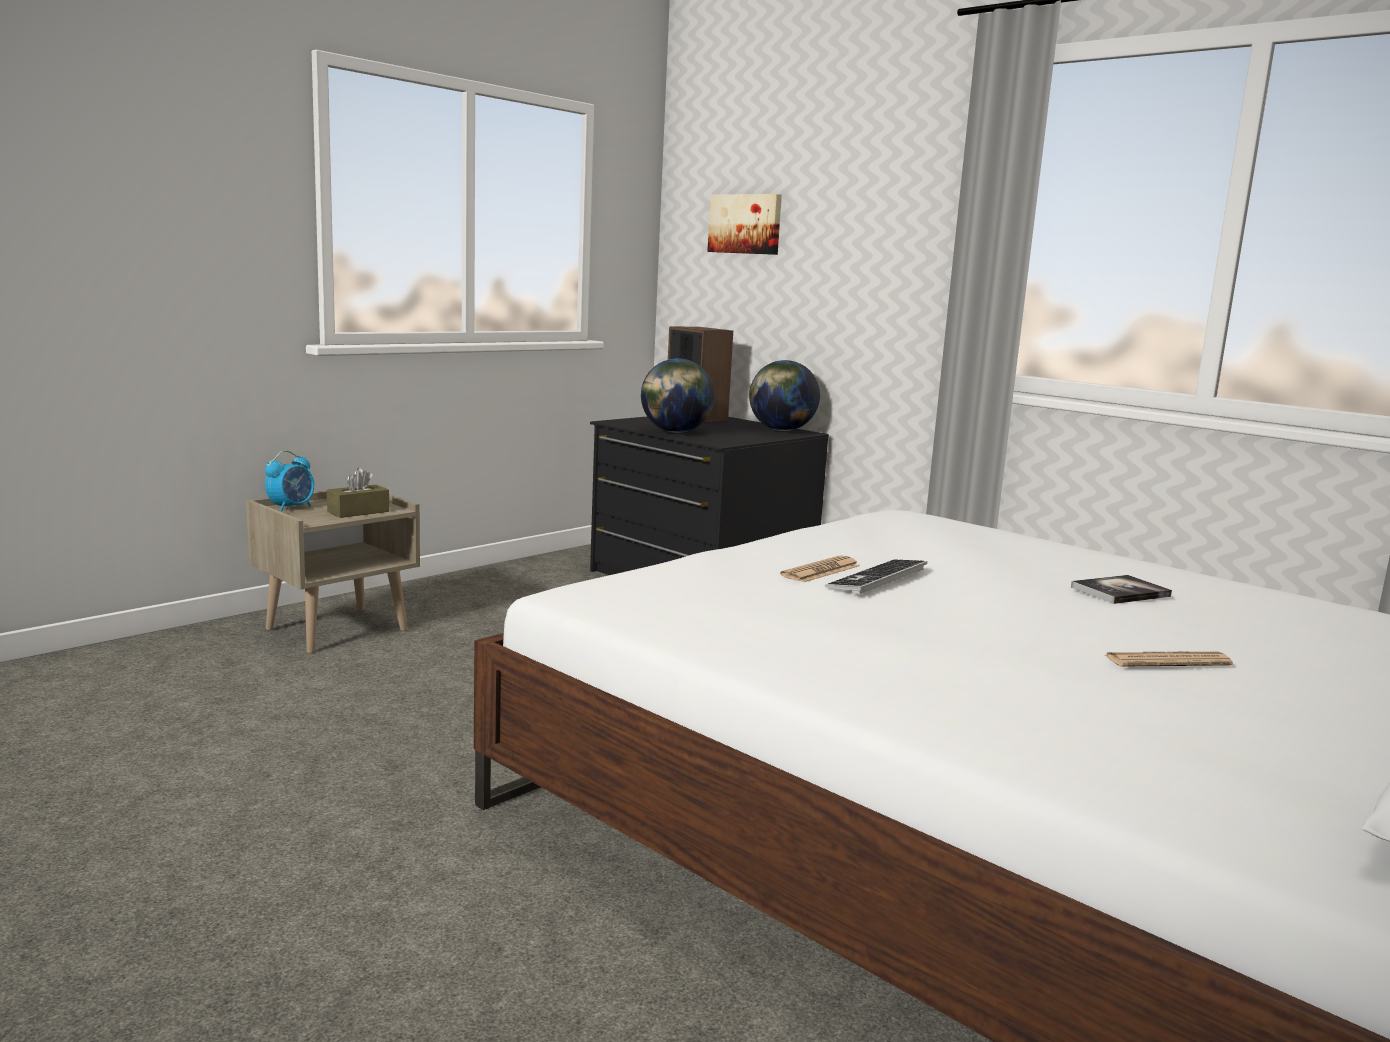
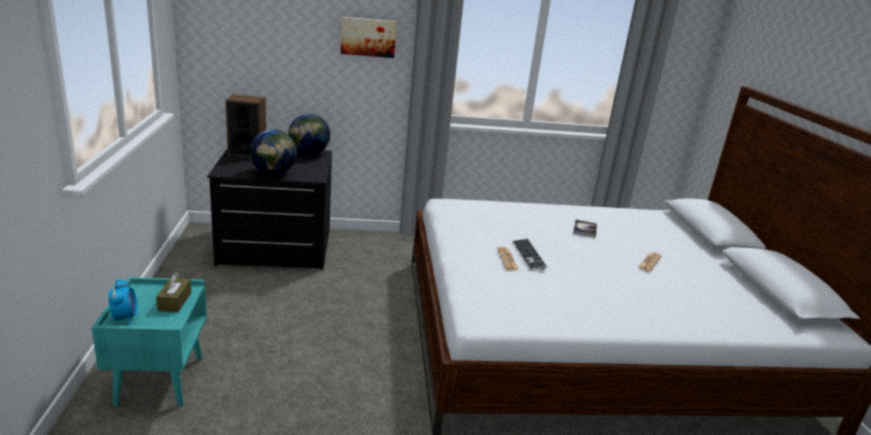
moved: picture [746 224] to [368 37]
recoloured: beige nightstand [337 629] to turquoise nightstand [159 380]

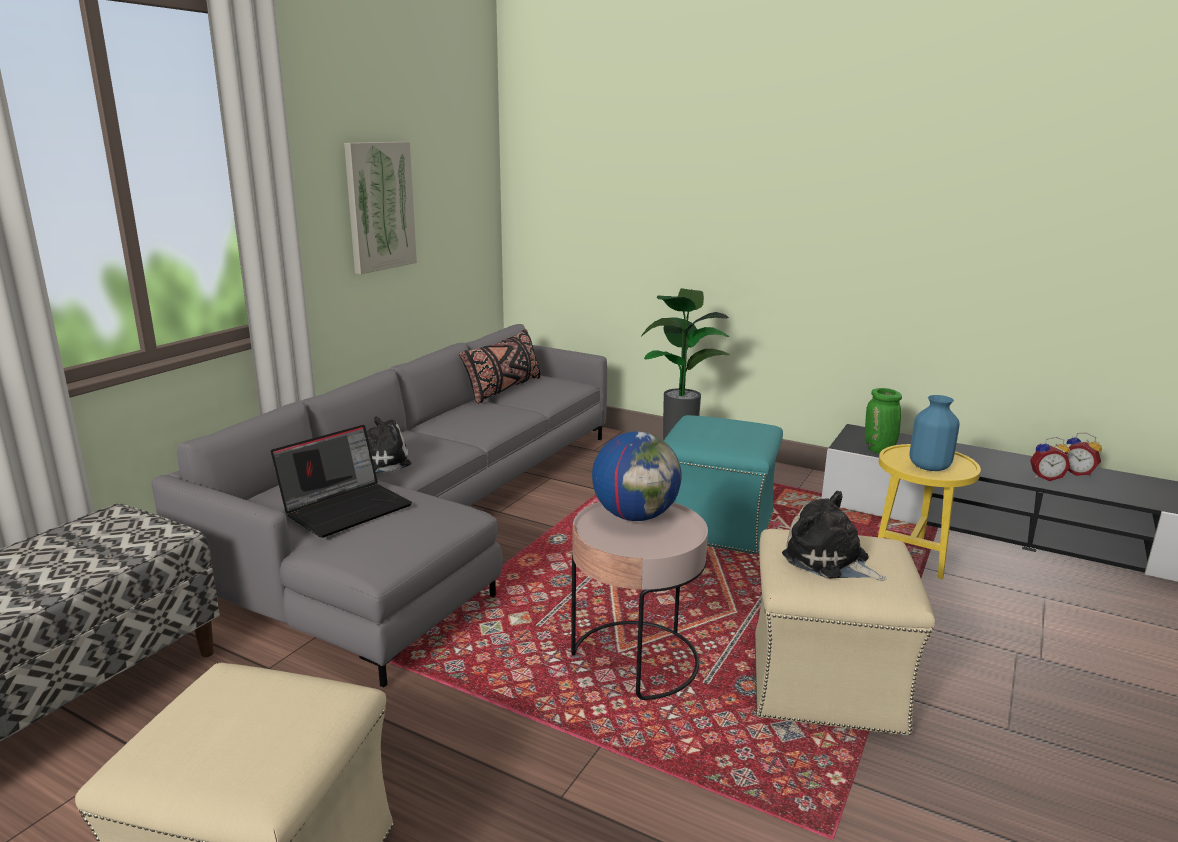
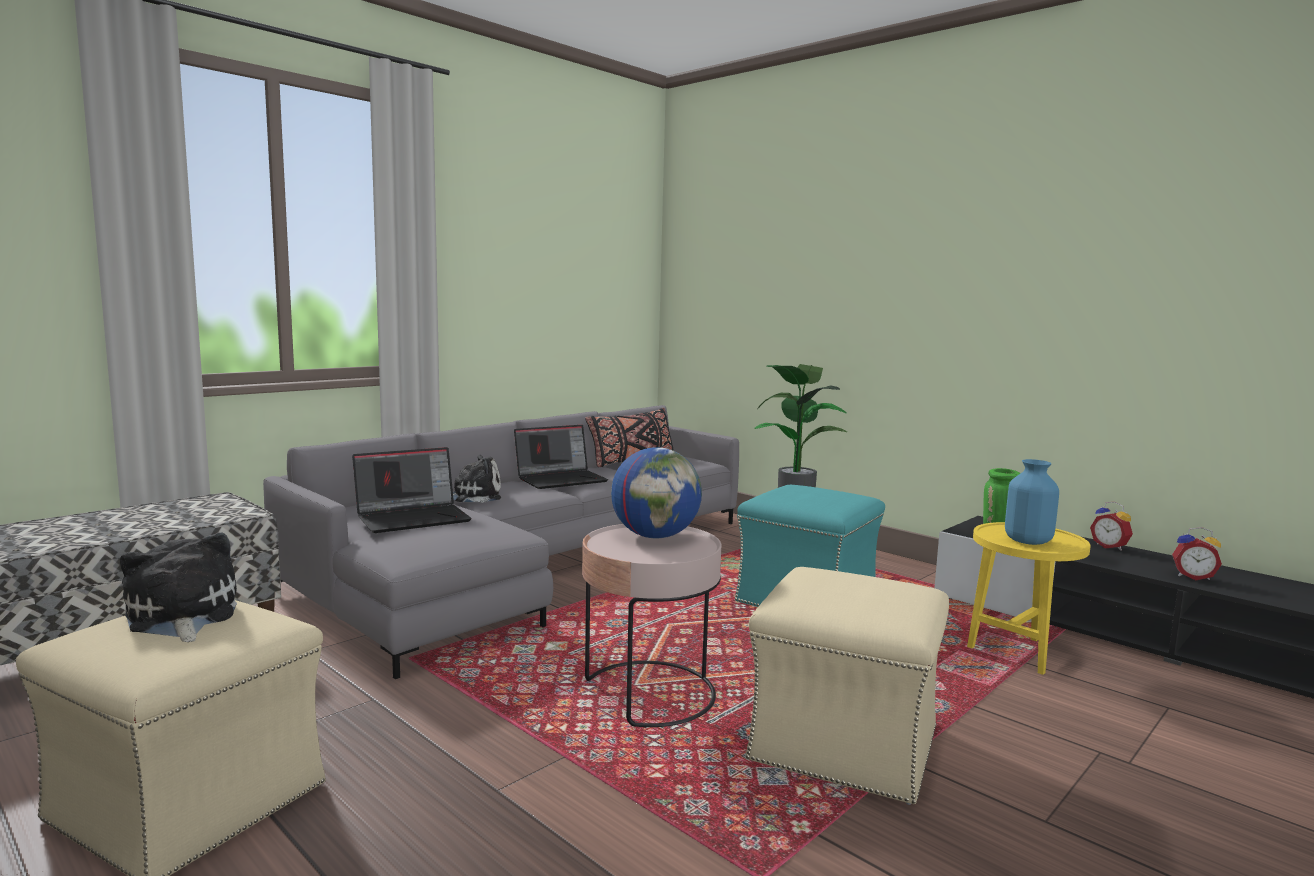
removed: picture [379 206]
added: laptop [561 479]
moved: plush toy [829 560] to [181 617]; alarm clock [1078 473] to [1110 547]

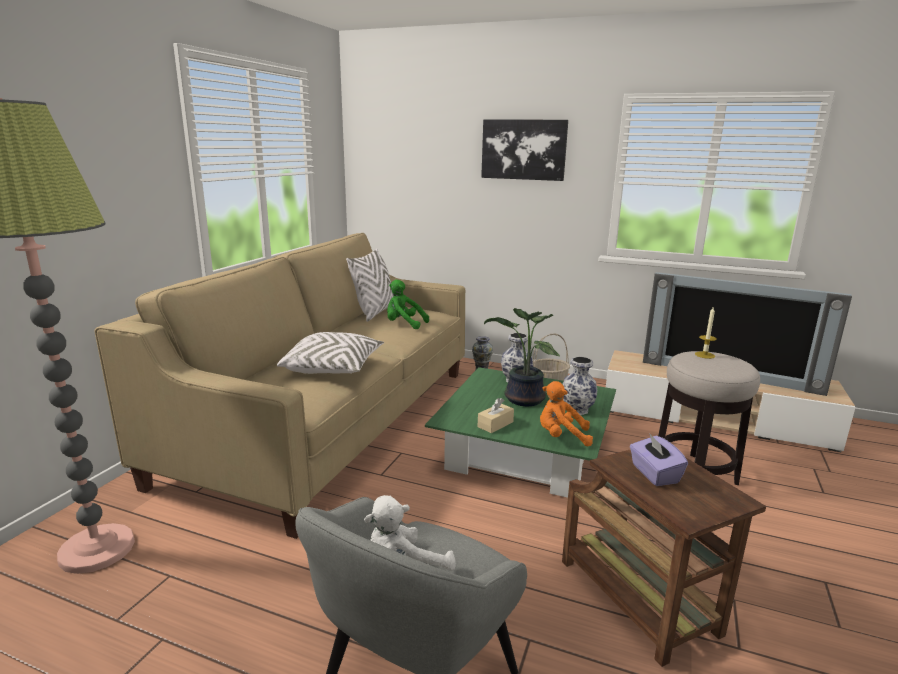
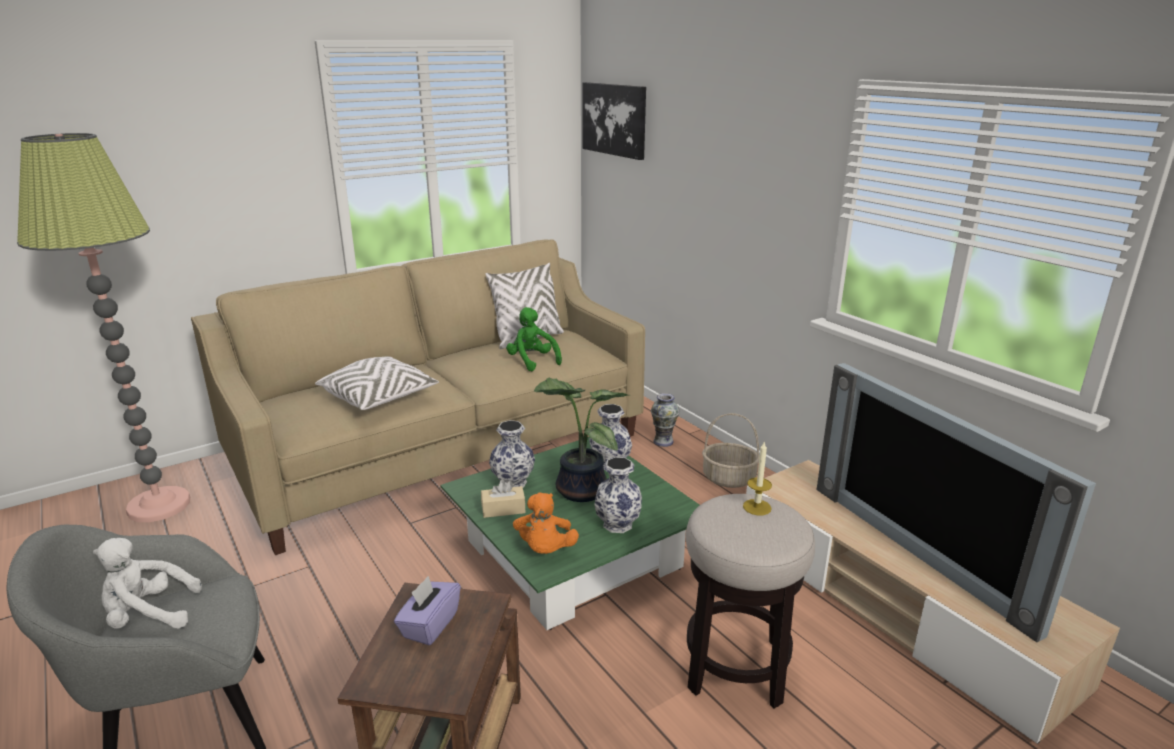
added: vase [513 483]
moved: picture [523 149] to [614 119]
turned: orange plush toy [561 437] = [545 550] 135 degrees counterclockwise

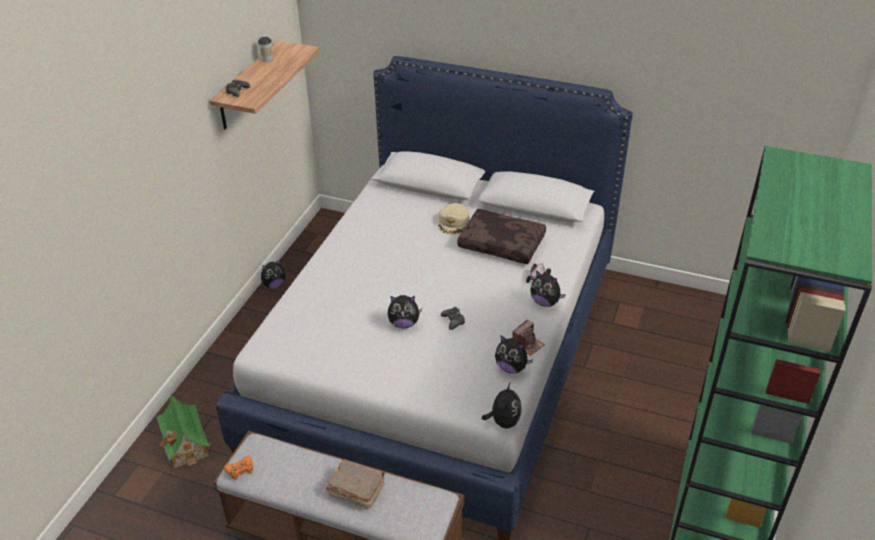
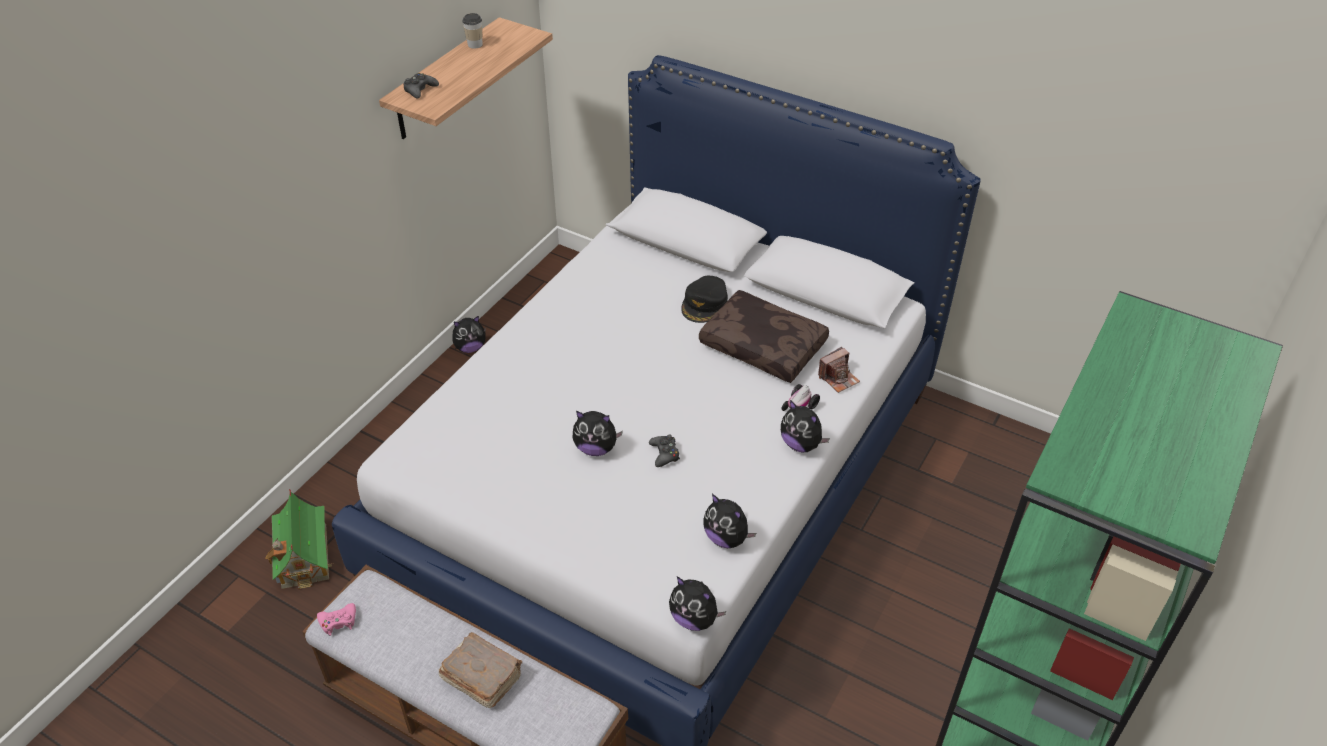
moved: photo camera [528 344] to [838 378]
recoloured: orange game controller [240 470] to pink game controller [338 622]; beige cap [453 222] to black cap [704 304]
turned: plush toy [503 421] = [694 618] 105 degrees clockwise

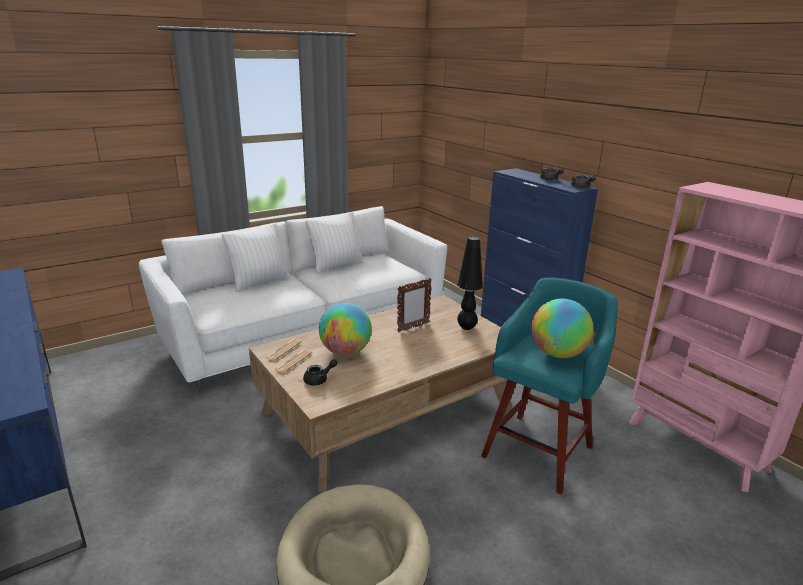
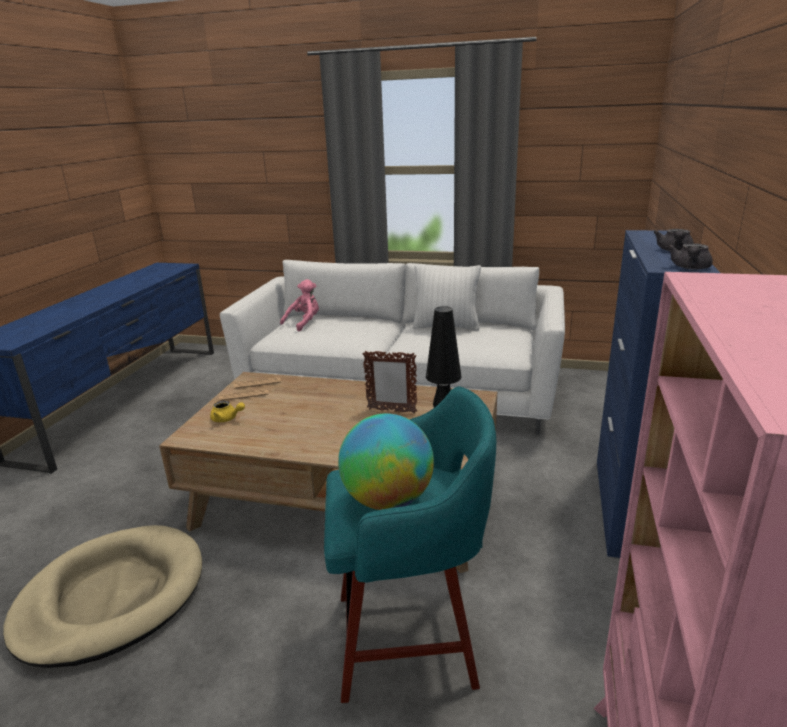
removed: white pillow [259 282]; globe [345 352]
added: pink plush toy [304 323]
recoloured: black teapot [319 380] to yellow teapot [227 419]

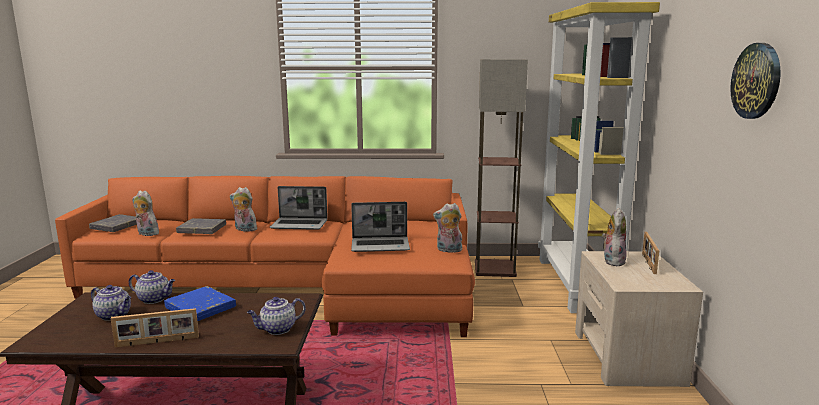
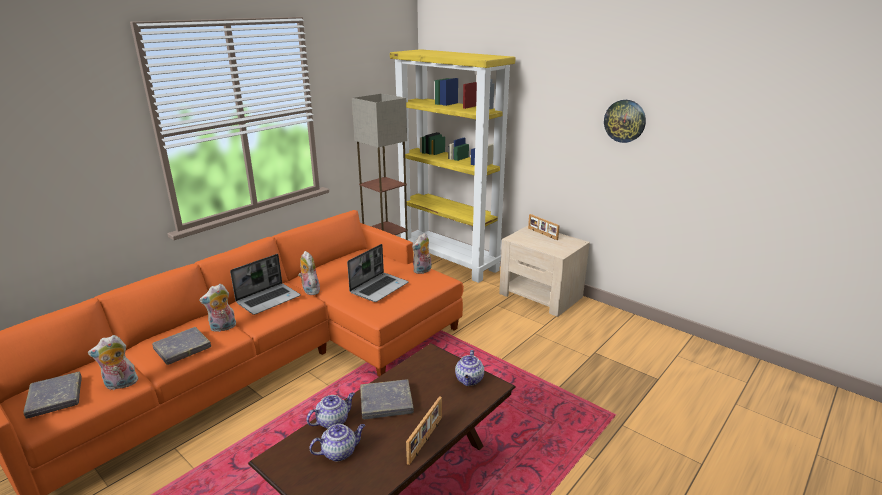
moved: plush toy [612 261] to [309 290]
recoloured: blue book [200 308] to grey book [386 402]

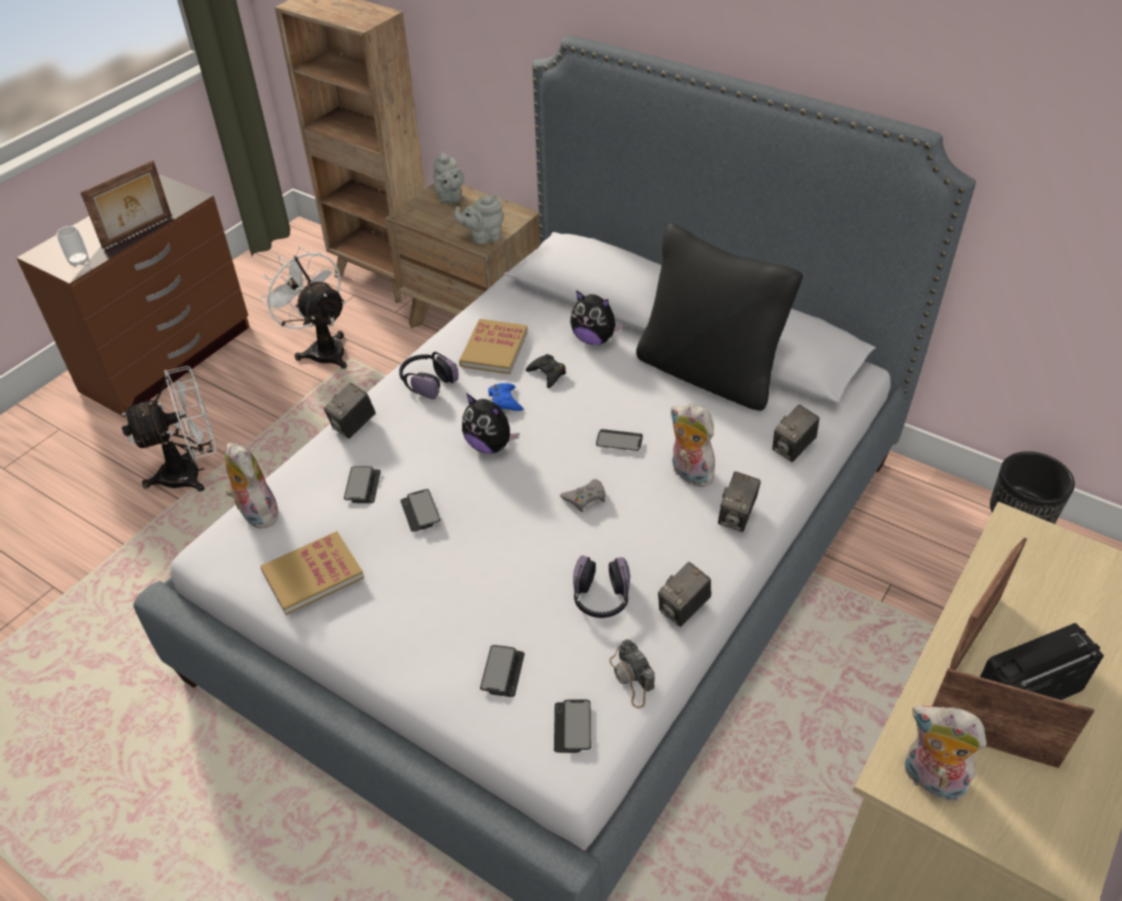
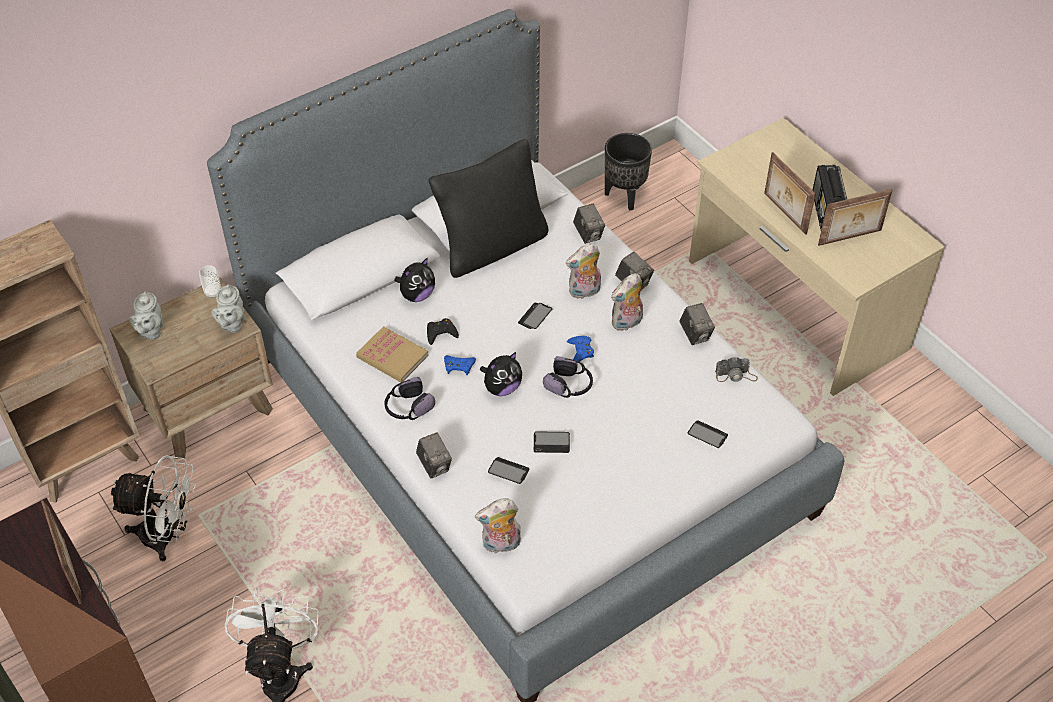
removed: book [313 575]; phone [572 727]
moved: cup [79 261] to [213 292]; headphones [601 598] to [569 385]; plush toy [930 780] to [627 323]
recoloured: grey game controller [585 498] to blue game controller [580 351]
turned: white fan [322 349] = [167 536] 150 degrees counterclockwise; grey teapot [449 198] = [150 331] 90 degrees clockwise; picture frame [990 744] = [850 238] 150 degrees counterclockwise

